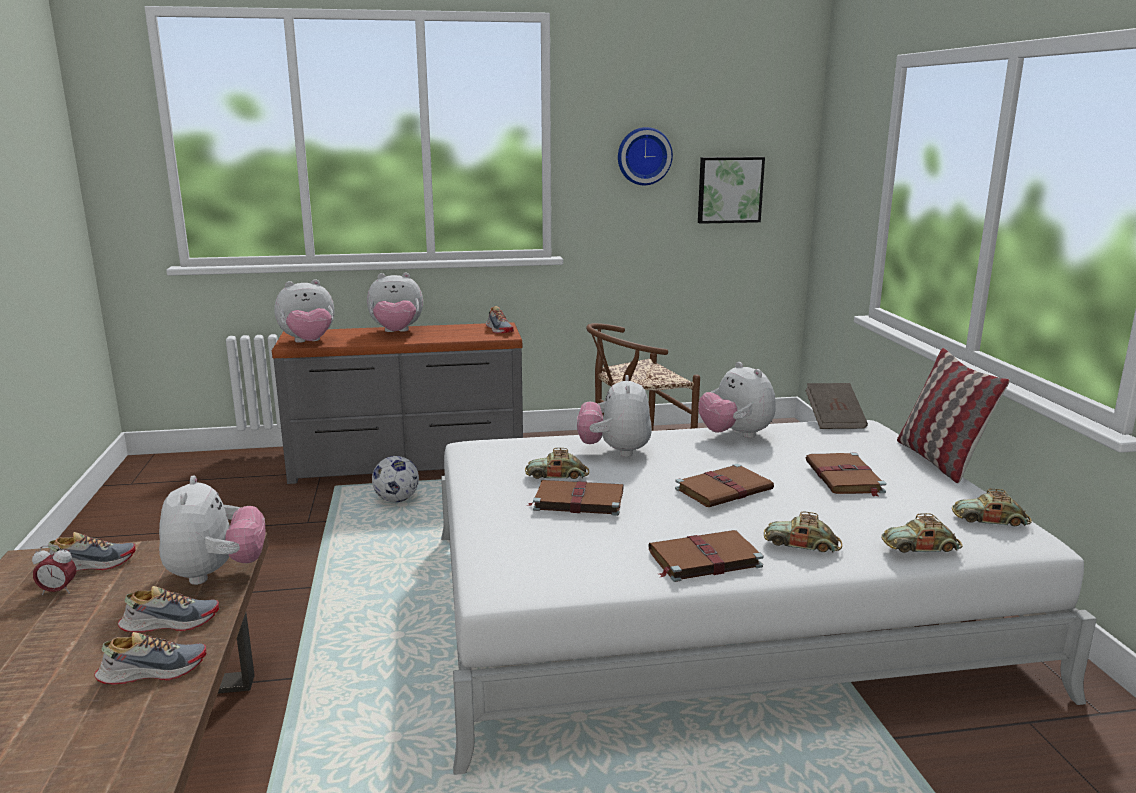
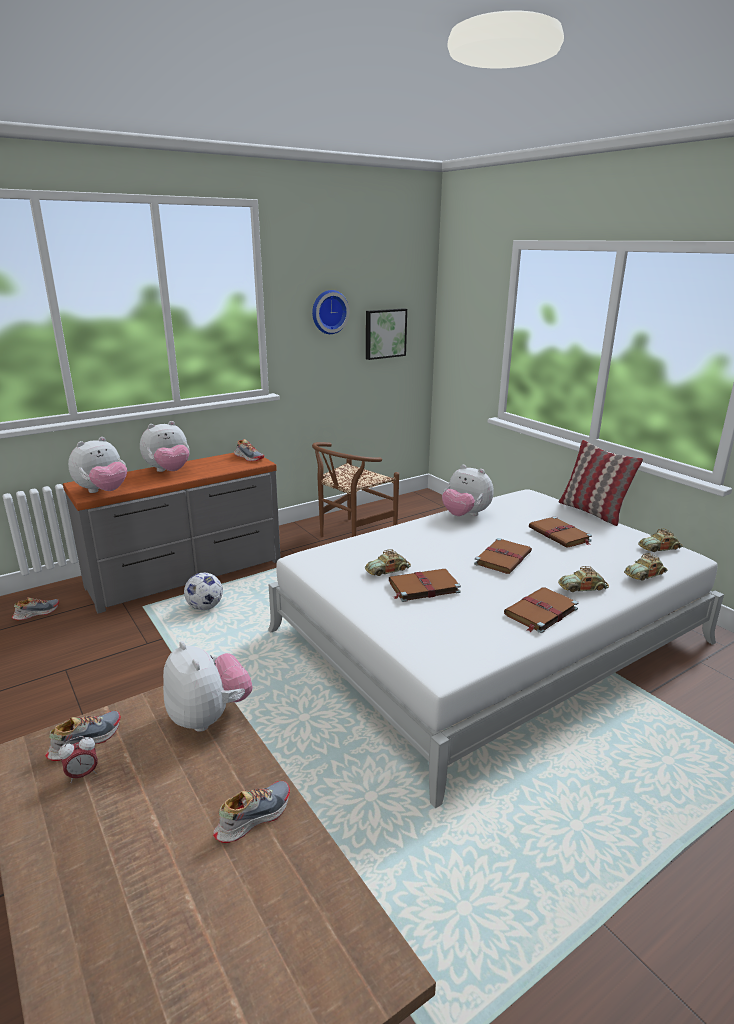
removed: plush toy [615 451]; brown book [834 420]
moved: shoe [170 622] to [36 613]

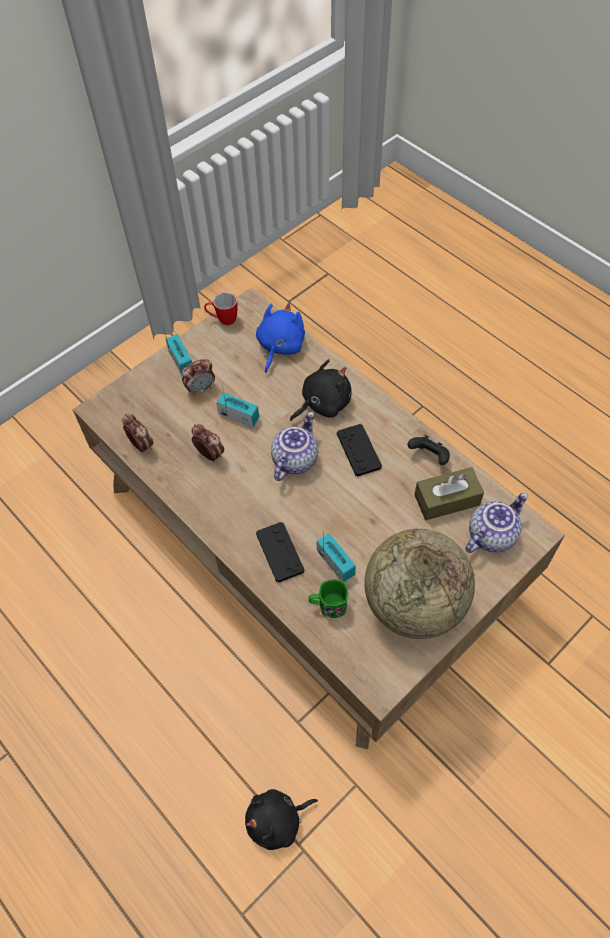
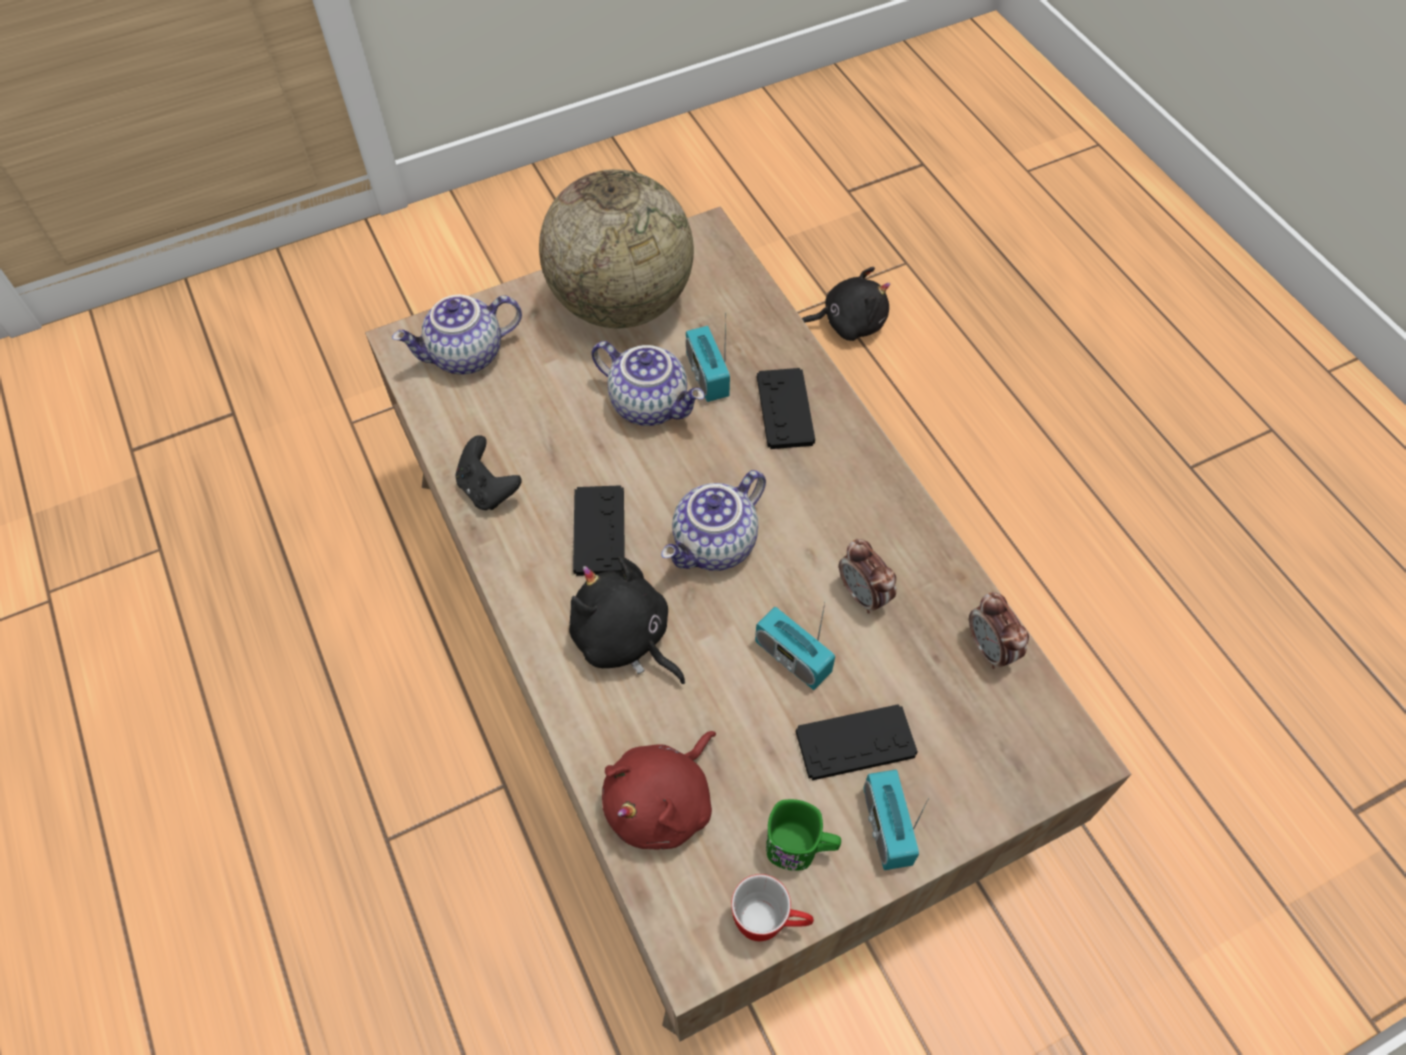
removed: brown tissue box [447 500]
added: teapot [650 403]
moved: green mug [328 606] to [800 848]
replaced: alarm clock [201 389] to black game controller [855 743]
recoloured: blue plush toy [280 346] to red plush toy [663 802]
turned: black plush toy [323 403] = [624 639] 60 degrees clockwise

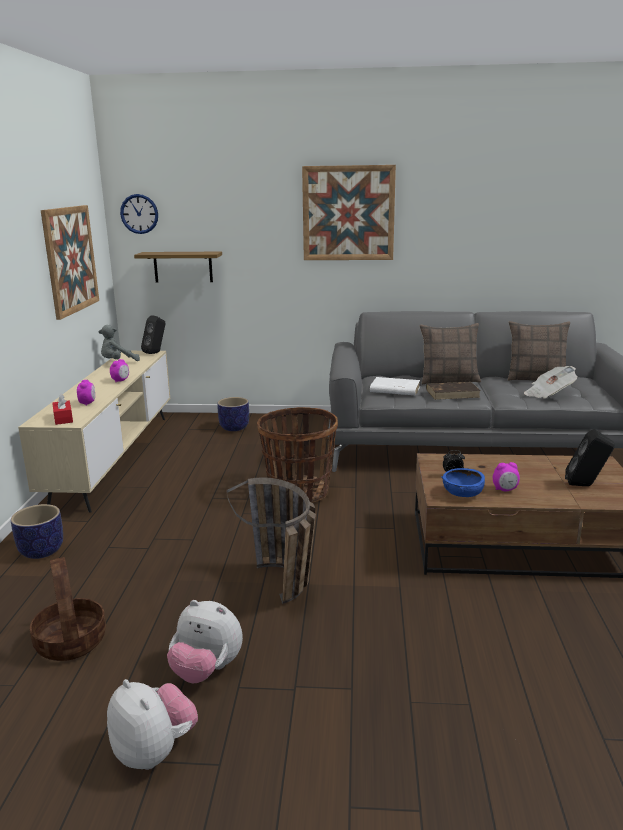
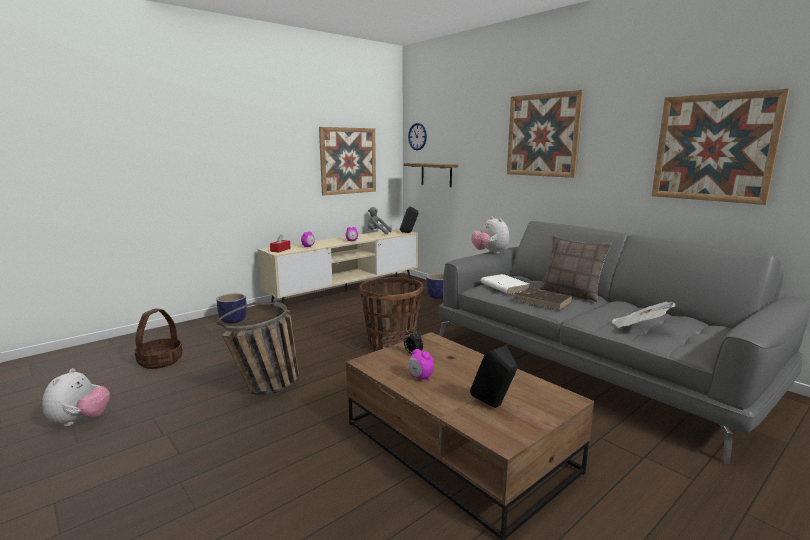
removed: blue bowl [463 493]; pillow [536 378]
added: picture [713 148]
moved: plush toy [206 670] to [490 252]

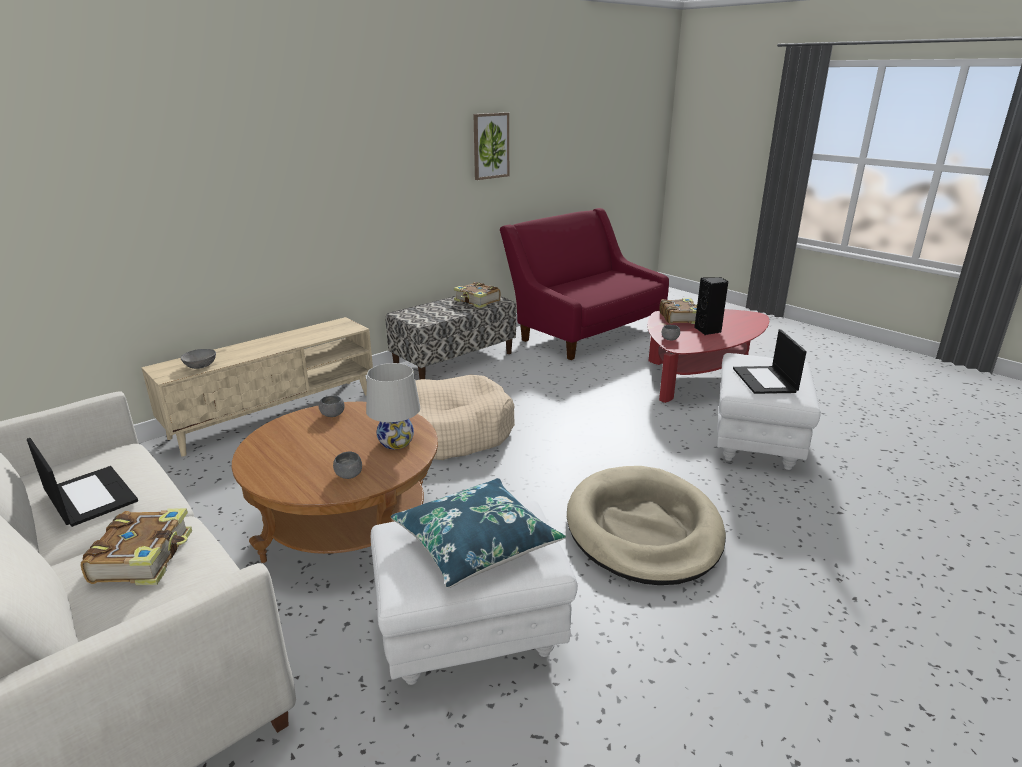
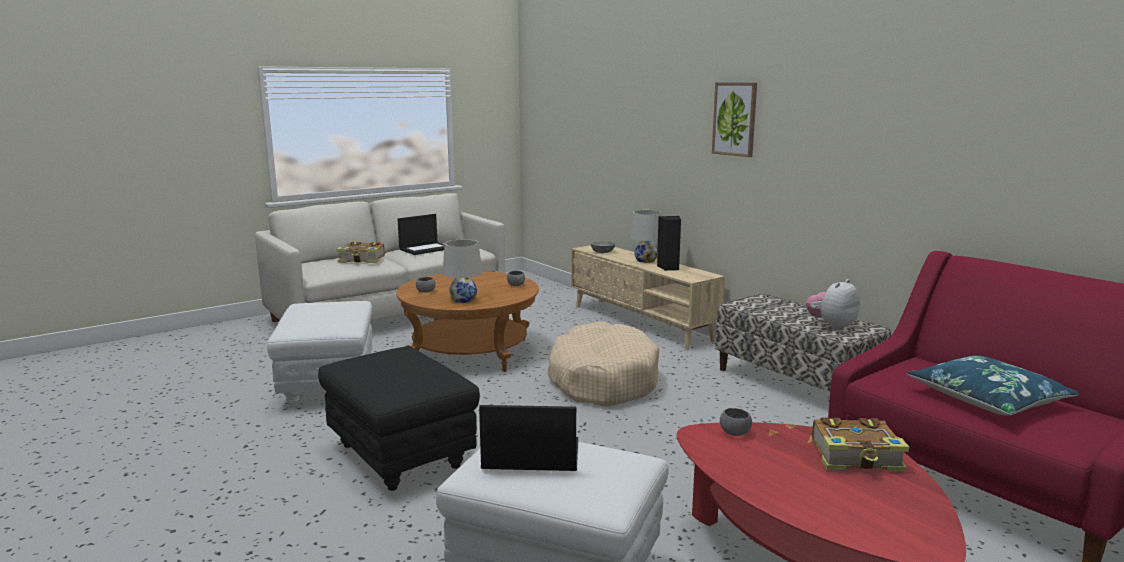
added: white table lamp [645 260]
moved: blue pillow [476 543] to [987 399]; picture [490 146] to [735 119]; black speaker [708 330] to [669 268]
replaced: book [477 301] to plush toy [831 326]; beige dog bed [643 529] to black ottoman [399 456]

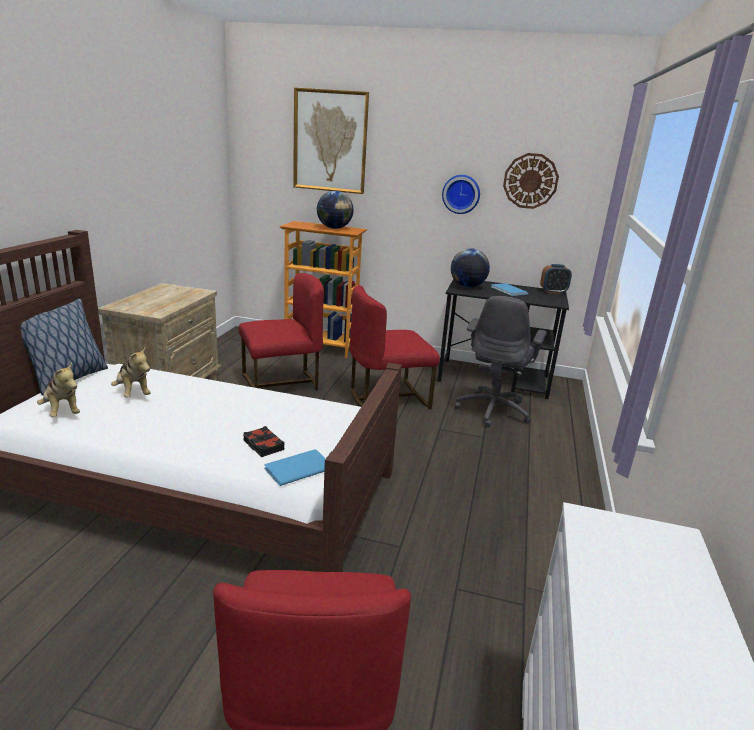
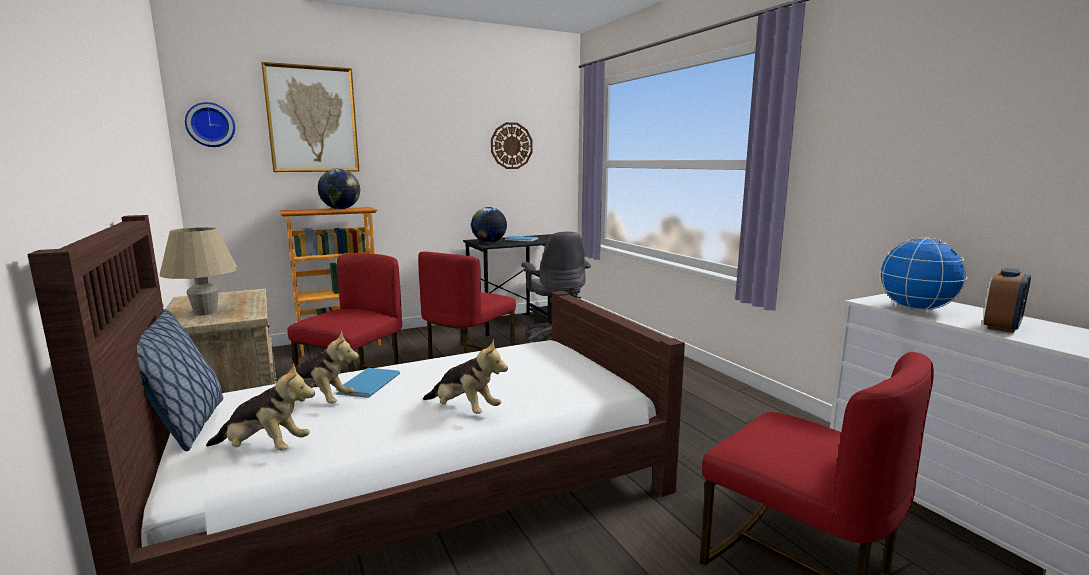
removed: black book [263 445]
added: beige table lamp [205 312]; plush toy [464 410]; globe [916 309]
moved: blue book [296 468] to [366 384]; wall clock [461 194] to [210 125]; alarm clock [553 292] to [1002 327]

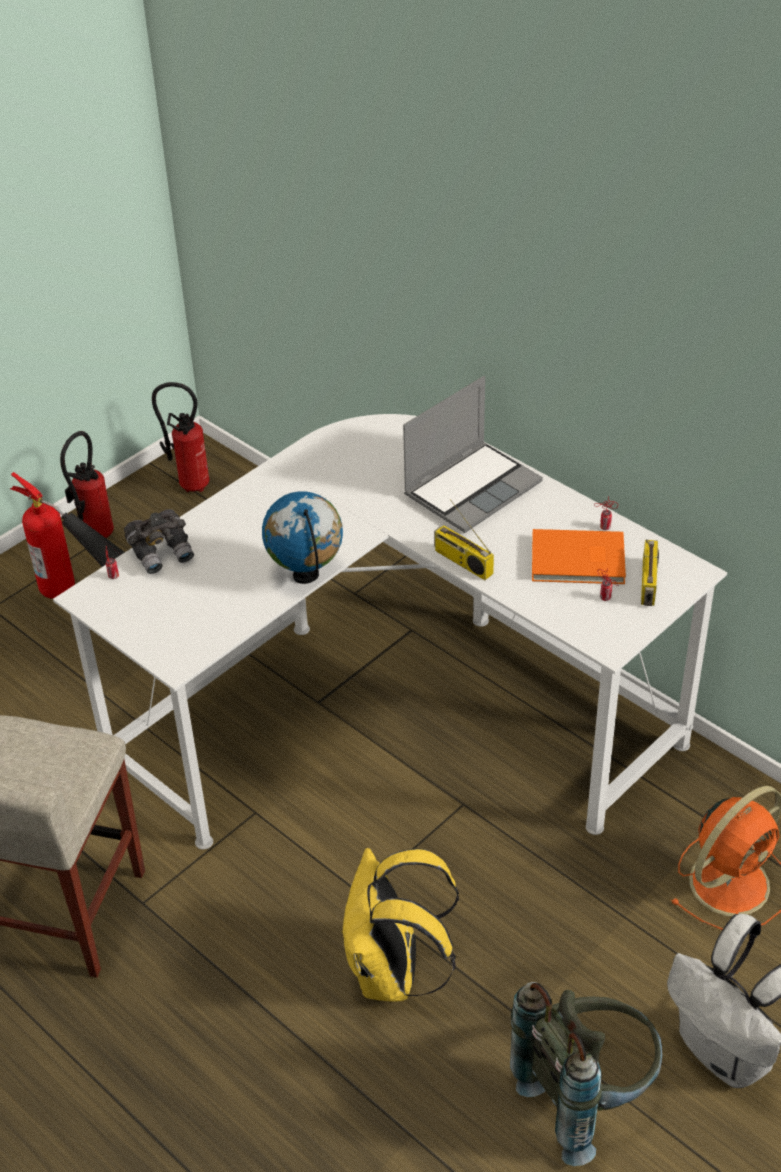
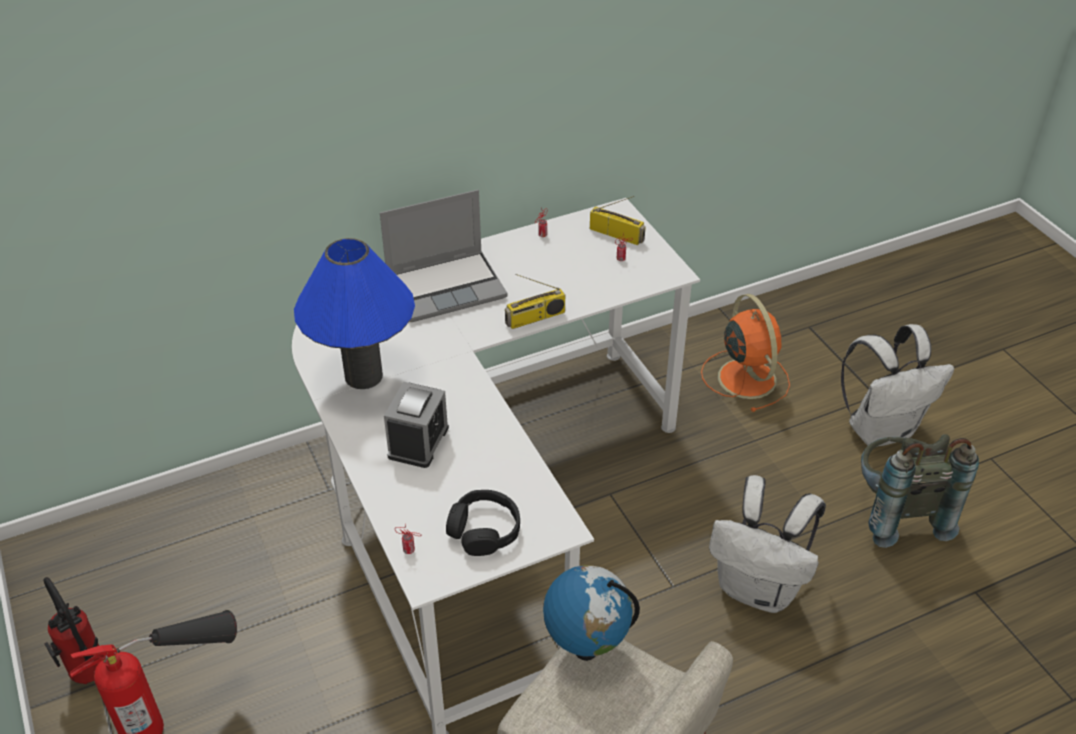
removed: grey binoculars [162 552]; fire extinguisher [189 485]; orange book [579 561]
added: blue table lamp [363 376]; alarm clock [418 442]; black headphones [484 530]
moved: globe [306 575] to [586 648]
recoloured: yellow backpack [393 973] to white backpack [759 589]
turned: laptop [472 488] = [447 286] 90 degrees clockwise

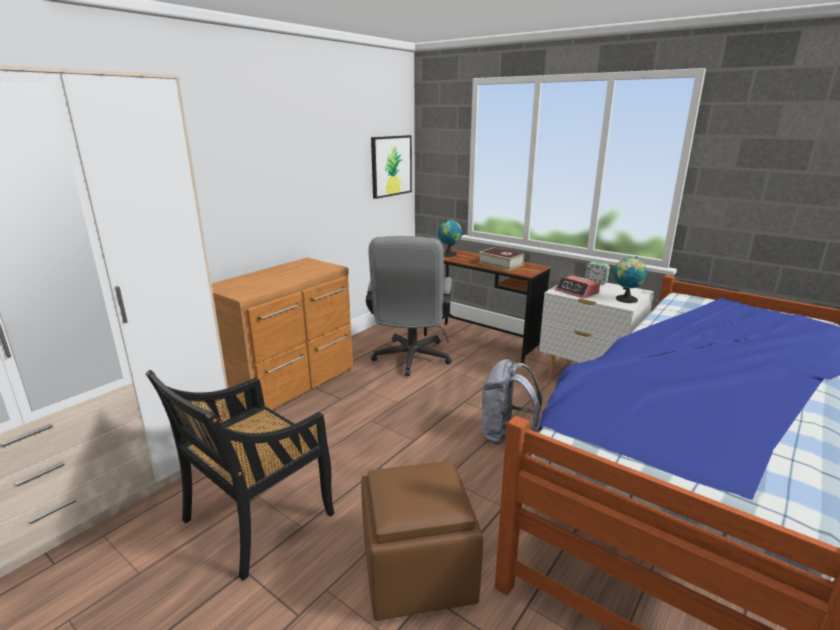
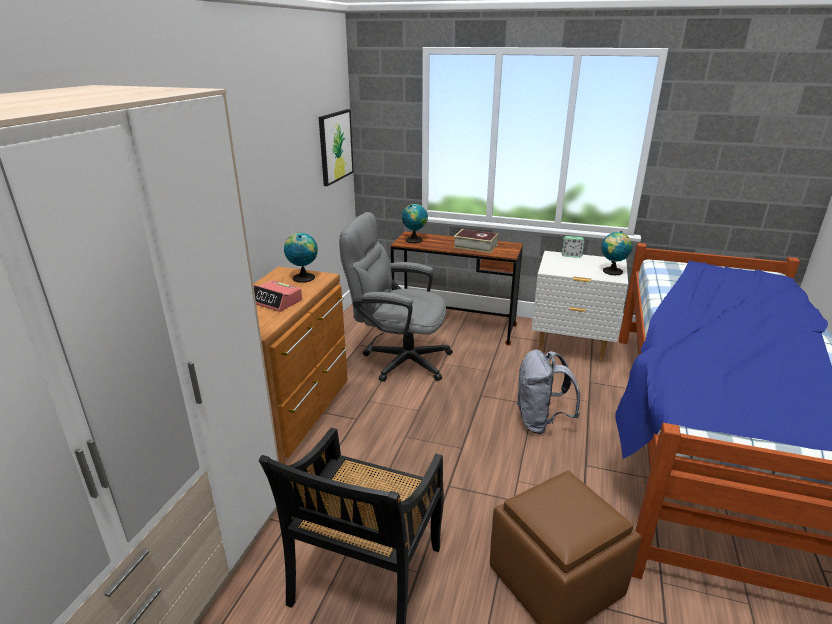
added: globe [303 277]
moved: alarm clock [577 292] to [276 301]
turned: grey office chair [411 360] = [398 359] 120 degrees clockwise

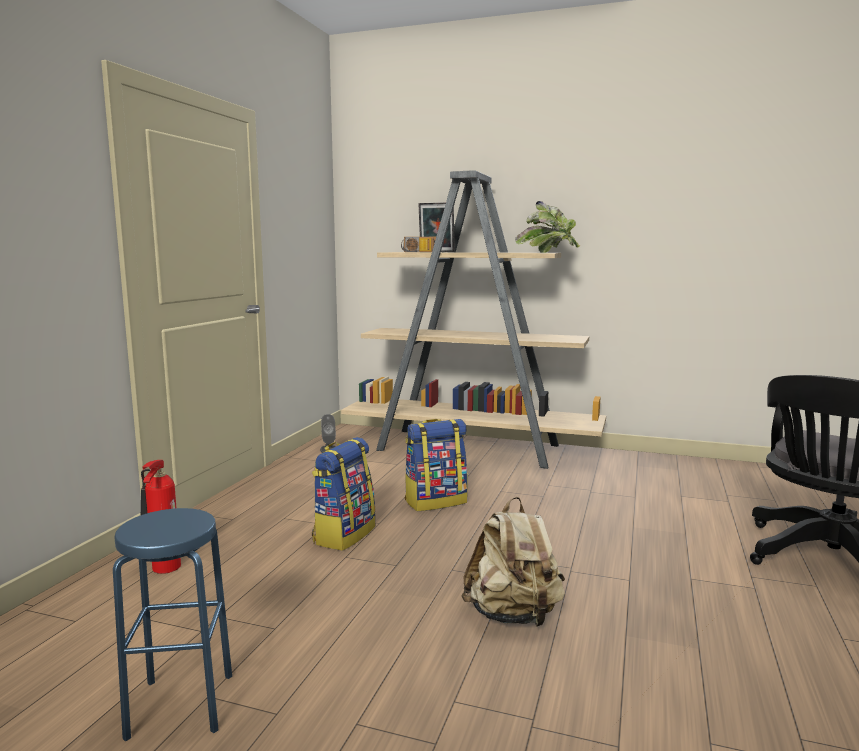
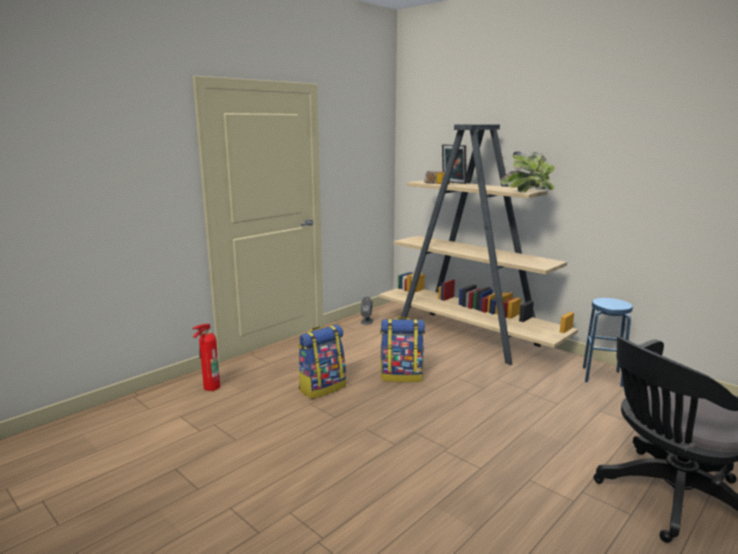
removed: beige backpack [513 616]
moved: blue stool [181 705] to [602 376]

